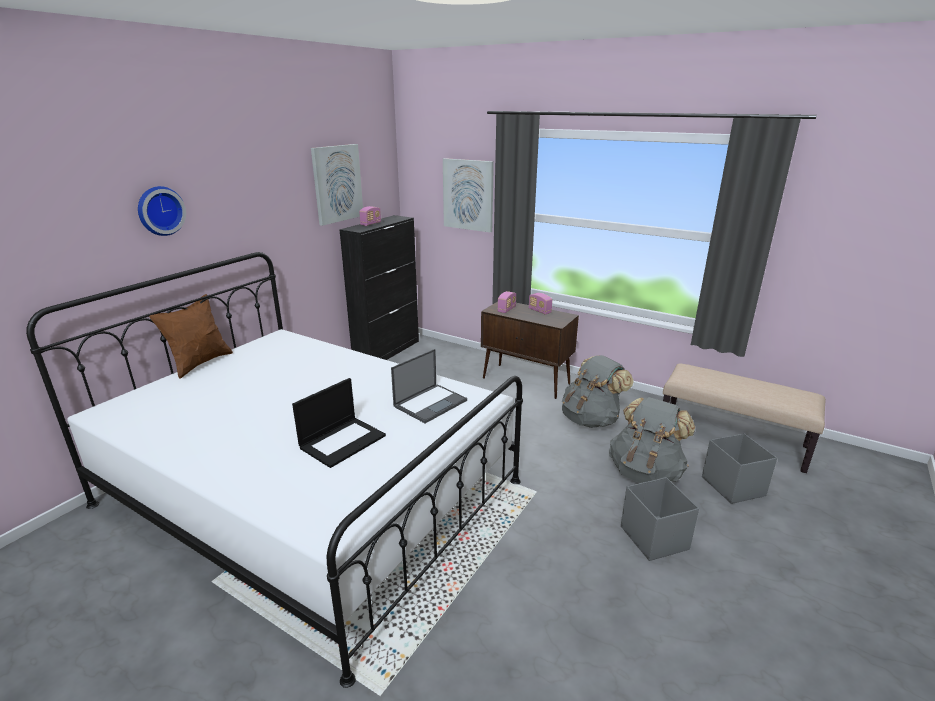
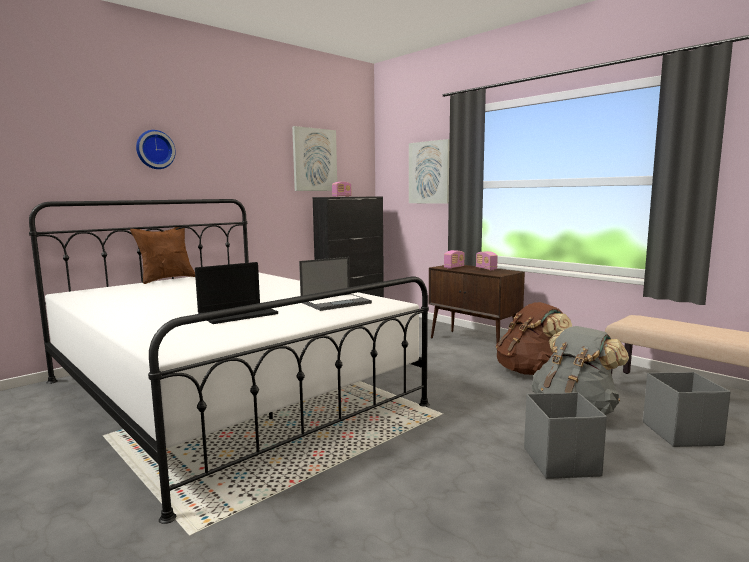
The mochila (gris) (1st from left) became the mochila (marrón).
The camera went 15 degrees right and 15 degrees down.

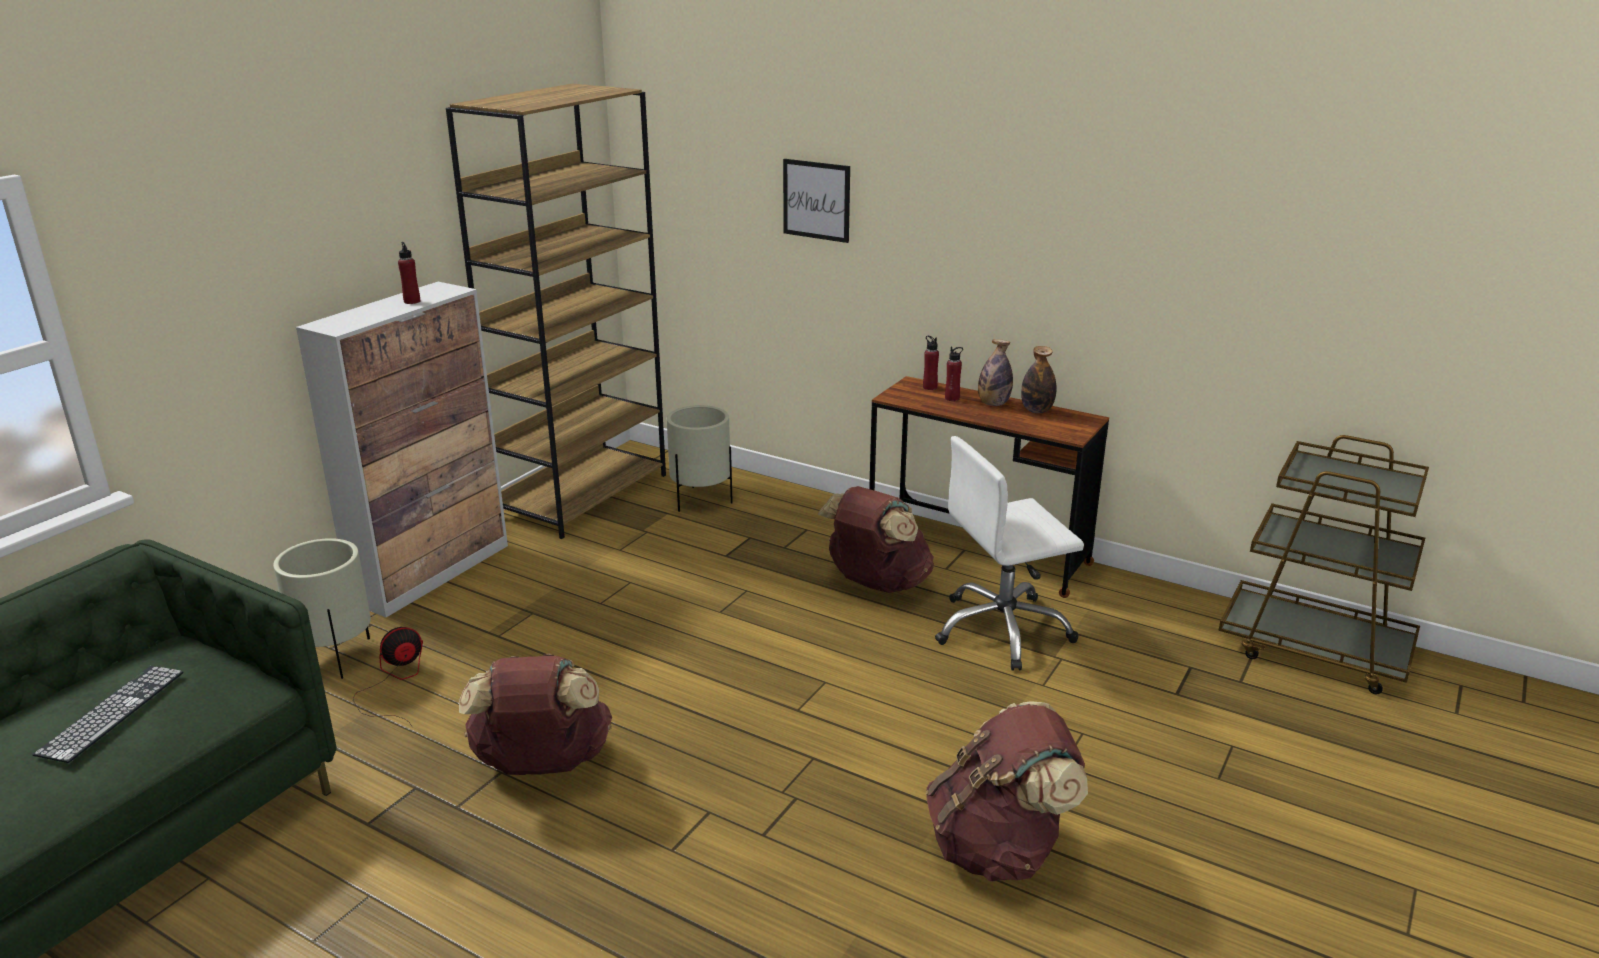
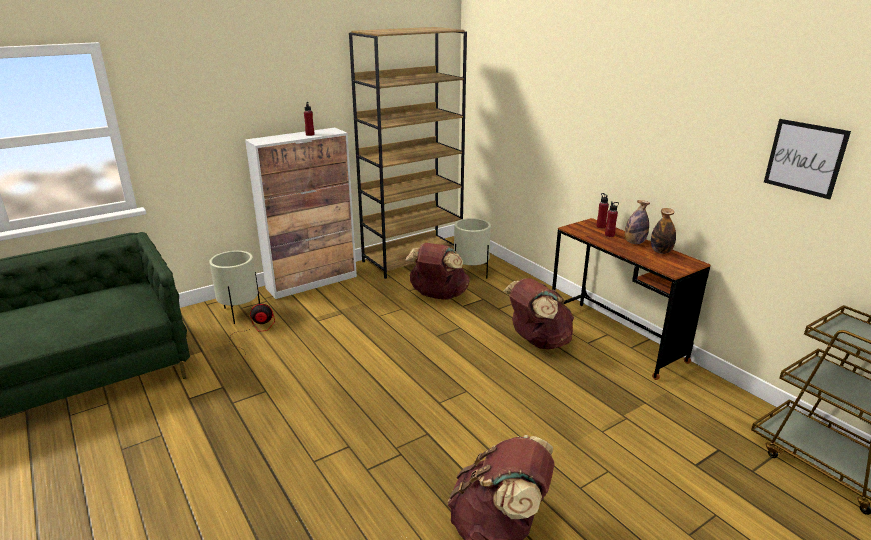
The teclado disappeared.
The mochila (marrón) (1st from left) moved.
The cuadro moved.
The silla de oficina (blanco) disappeared.
The camera went 25 degrees right and 0 degrees up.

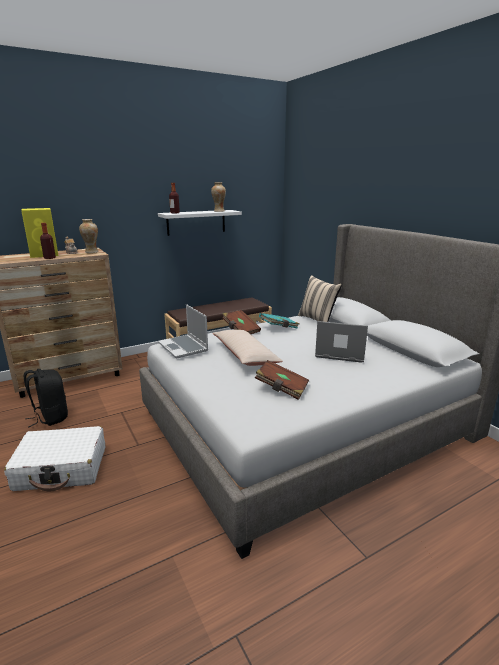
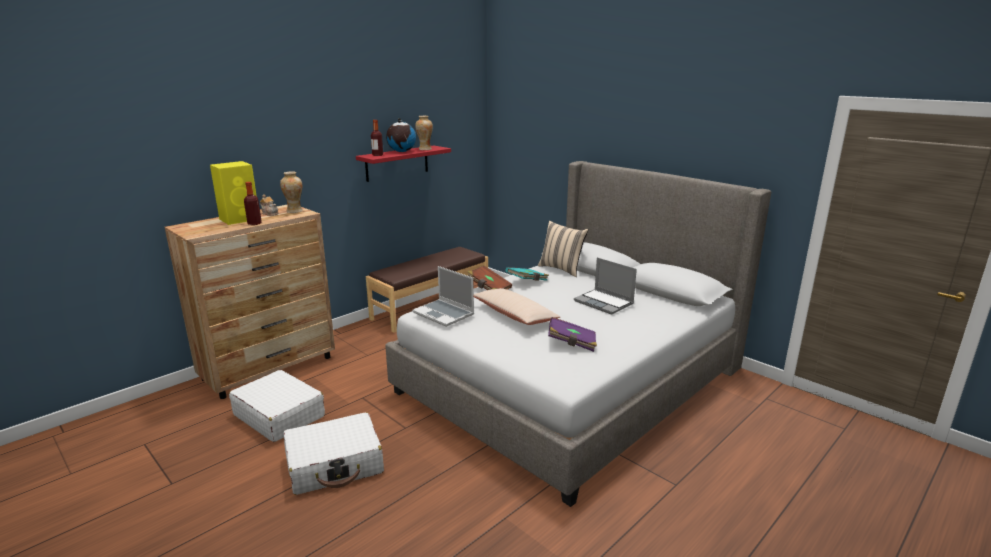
The mochila (negro) was replaced by the maleta (blanco) (1st from left).
The estante (blanco) became the estante (rojo).
The libro (marrón) (2nd from left) became the libro (morado).
The portátil (2nd from left) turned 135 degrees counterclockwise.
The globo terráqueo appeared.
The camera went 15 degrees left and 0 degrees up.

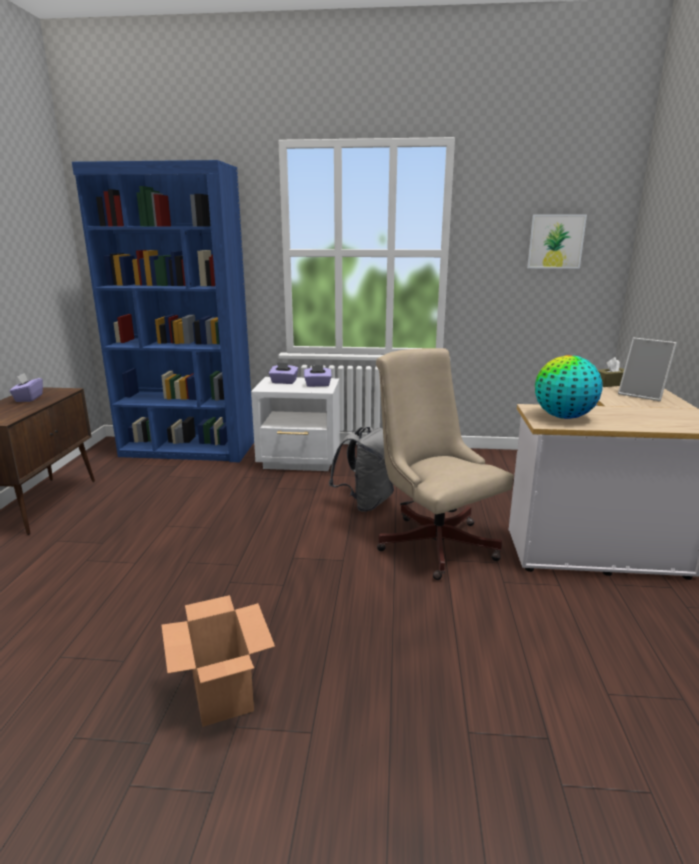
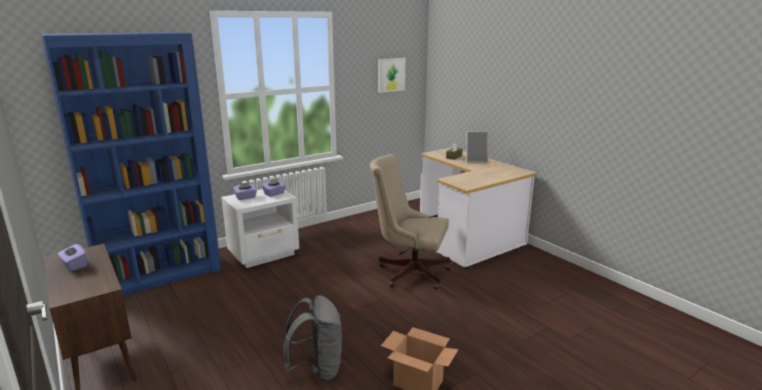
The mochila (gris) moved.
The globo terráqueo disappeared.
The camera went 40 degrees left and 0 degrees up.

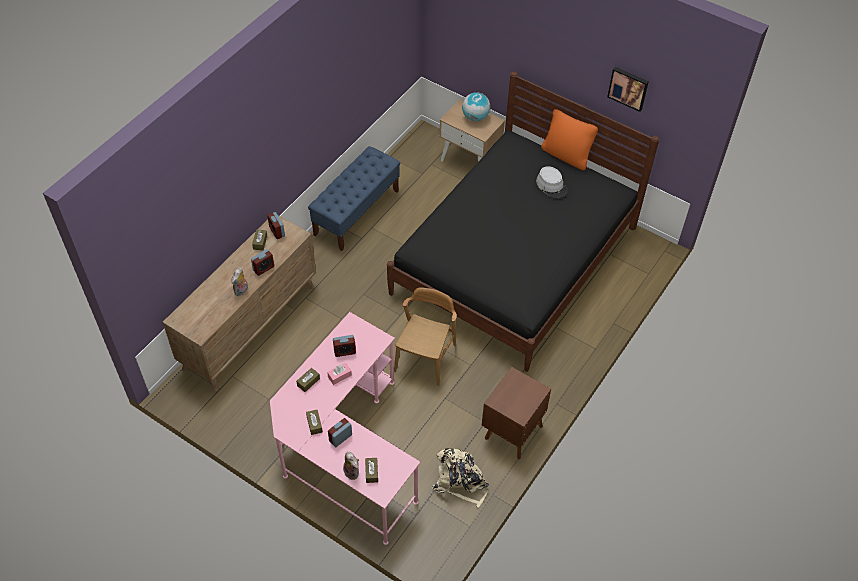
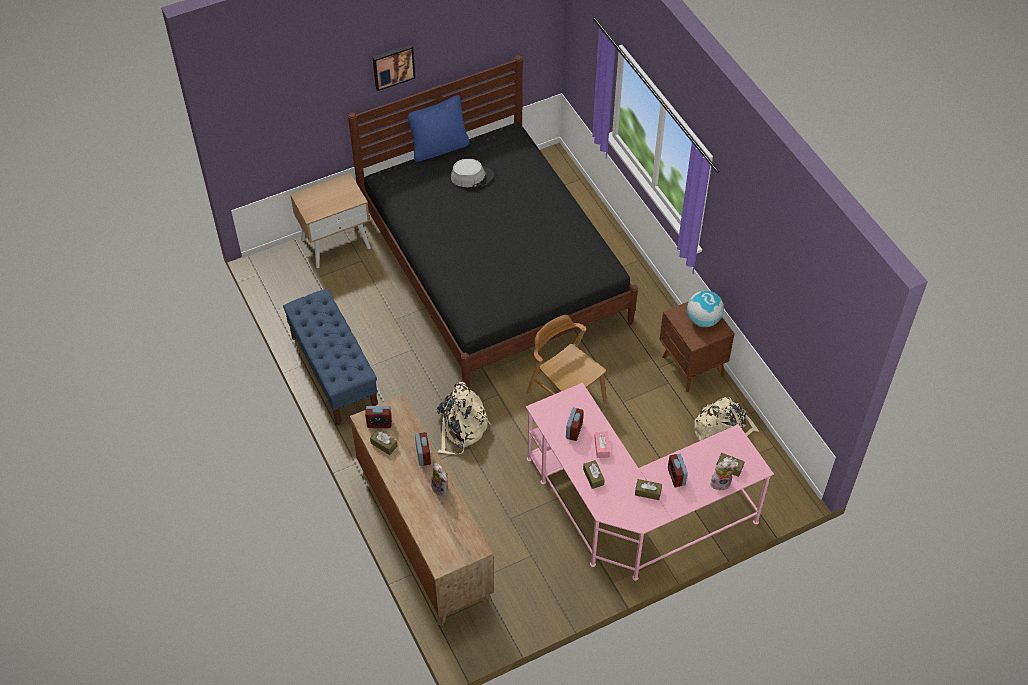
The globo terráqueo moved.
The cojín (naranja) became the cojín (azul).
The cuadro moved.
The mochila (beis) (1st from left) appeared.
The camera went 60 degrees left and 0 degrees up.

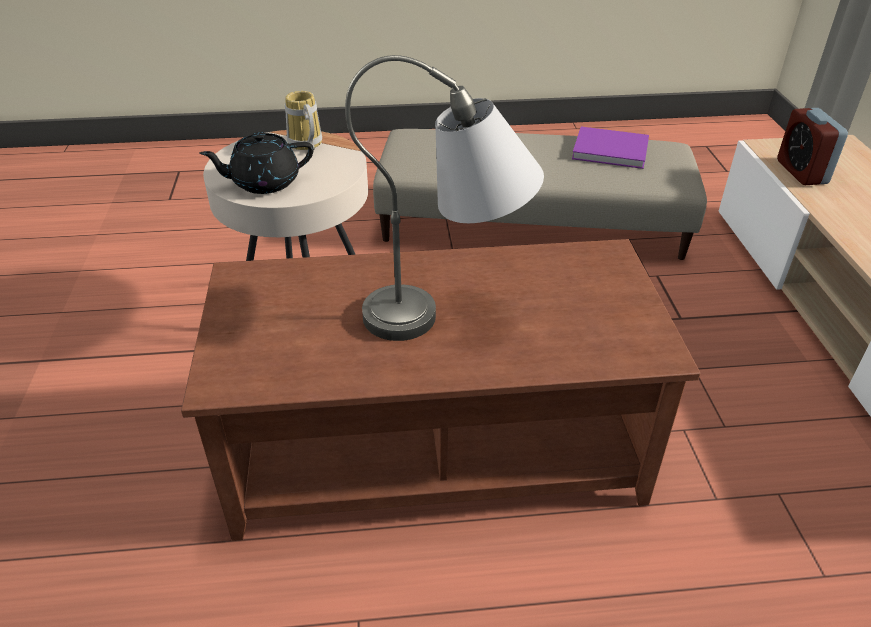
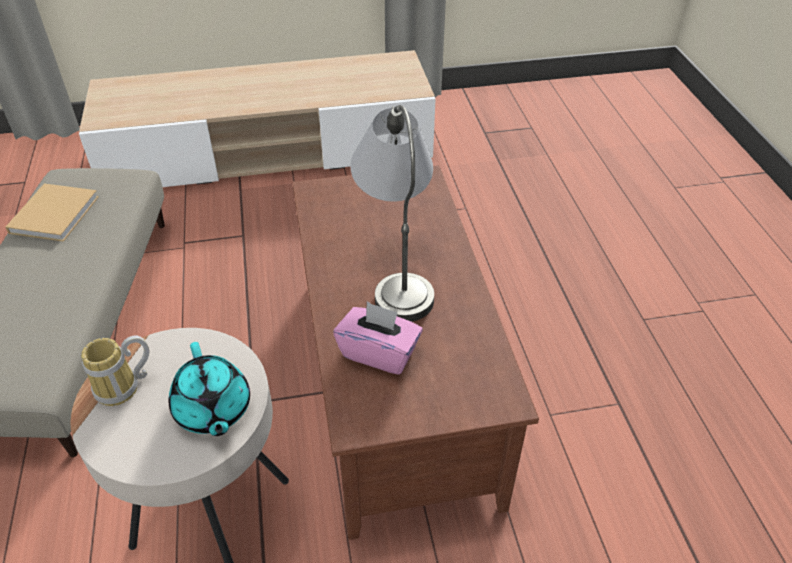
The tetera (negro) became the tetera (turquesa).
The libro (morado) became the libro (beis).
The despertador disappeared.
The caja de pañuelos (rosa) appeared.
The camera went 95 degrees left and 5 degrees up.

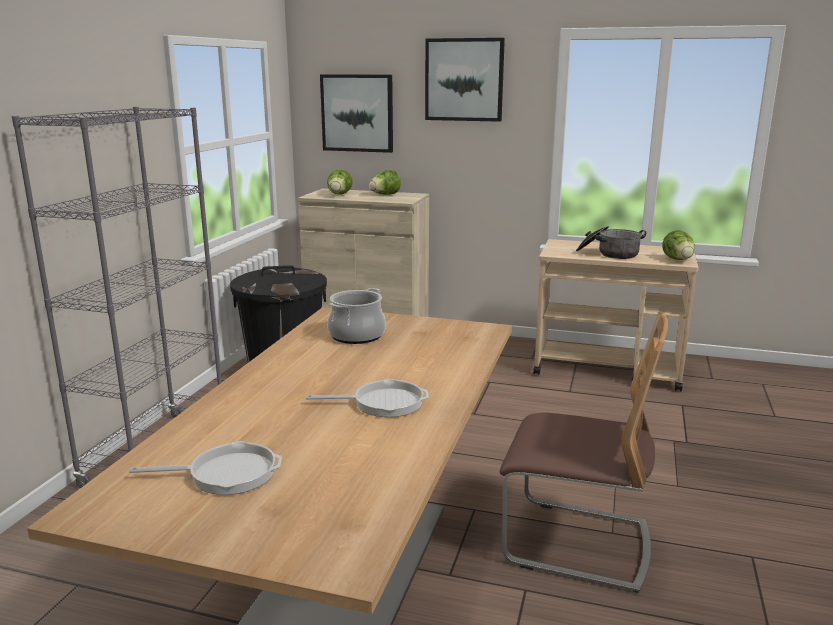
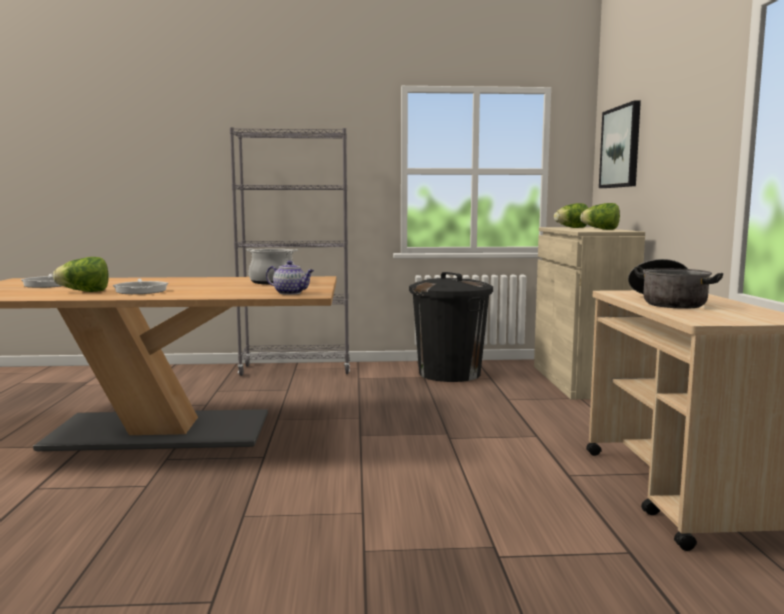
The cuadro (2nd from left) disappeared.
The silla disappeared.
The lechuga (3rd from left in the first image) moved.
The tetera appeared.
The camera went 70 degrees right and 10 degrees down.

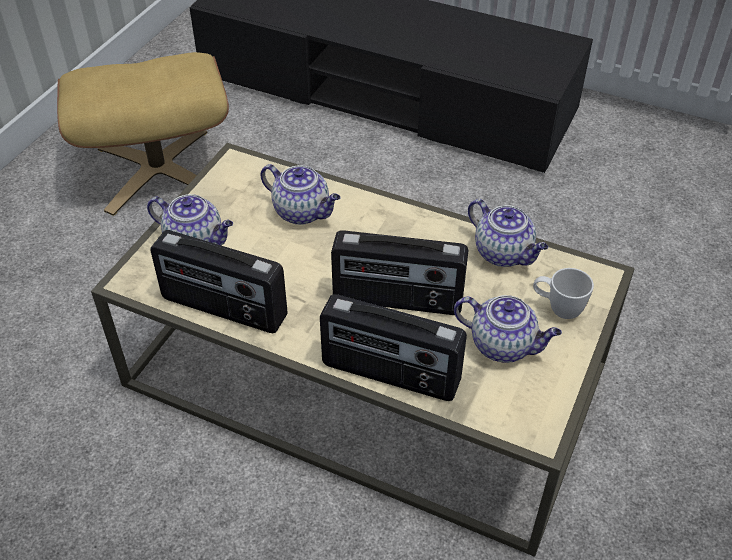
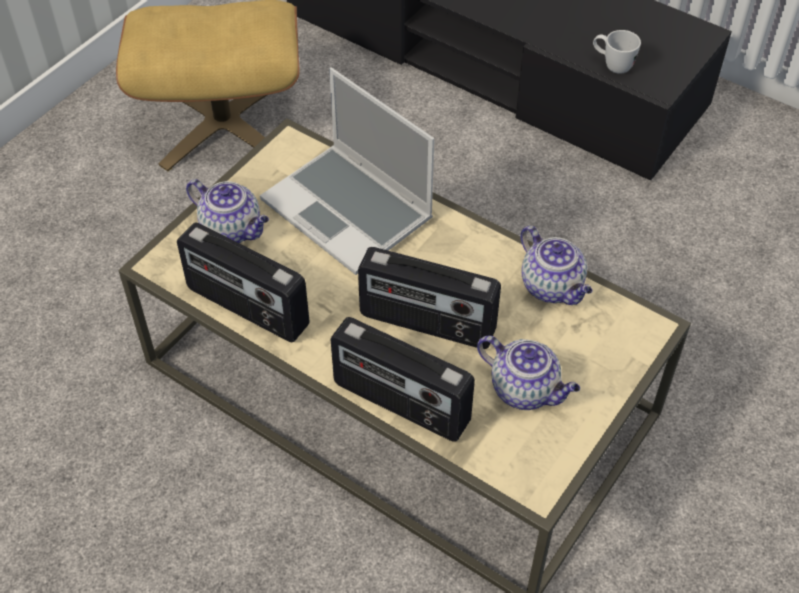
The tetera (2nd from left) was replaced by the portátil.
The taza grande (blanco) moved.
The camera went 10 degrees right and 5 degrees up.

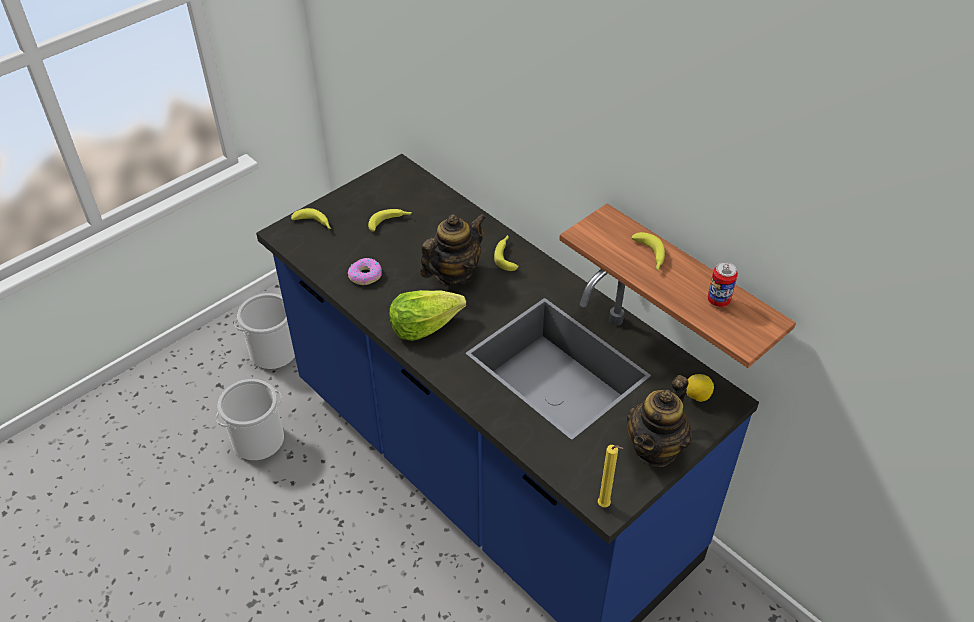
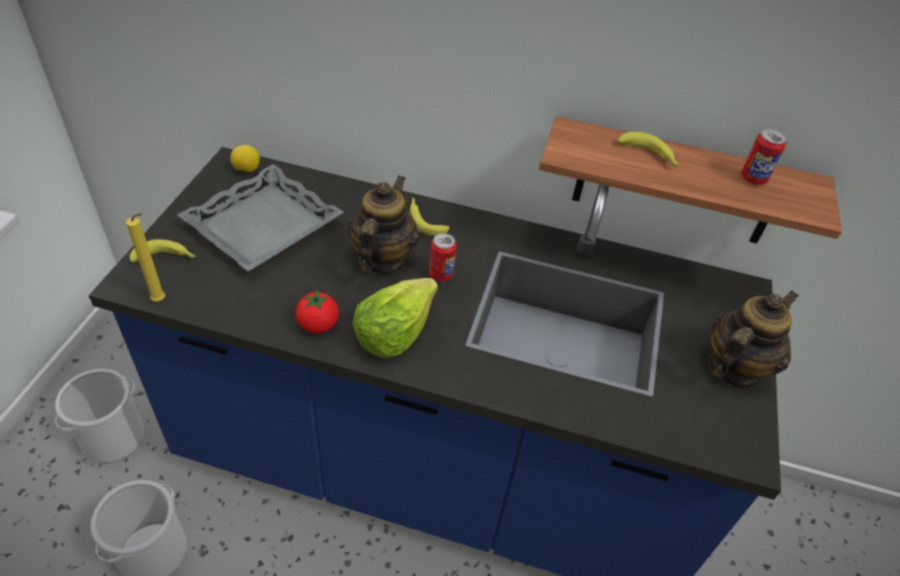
The rosquilla disappeared.
The plátano (2nd from left) was replaced by the bandeja (gris).
The vela (amarillo) moved.
The tetera (2nd from left) turned 135 degrees counterclockwise.
The limón moved.
The tomate appeared.
The lata (1st from left) appeared.
The camera went 35 degrees left and 0 degrees up.

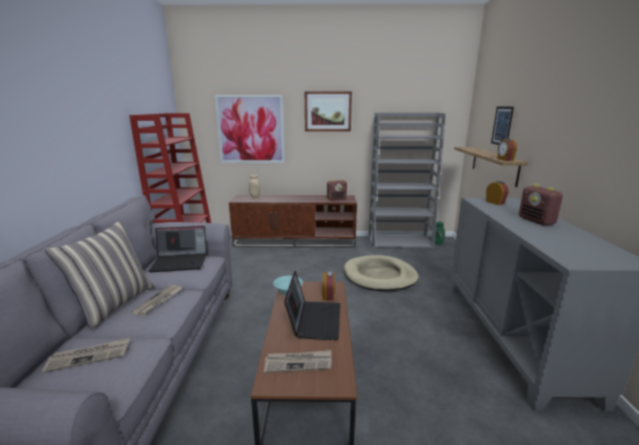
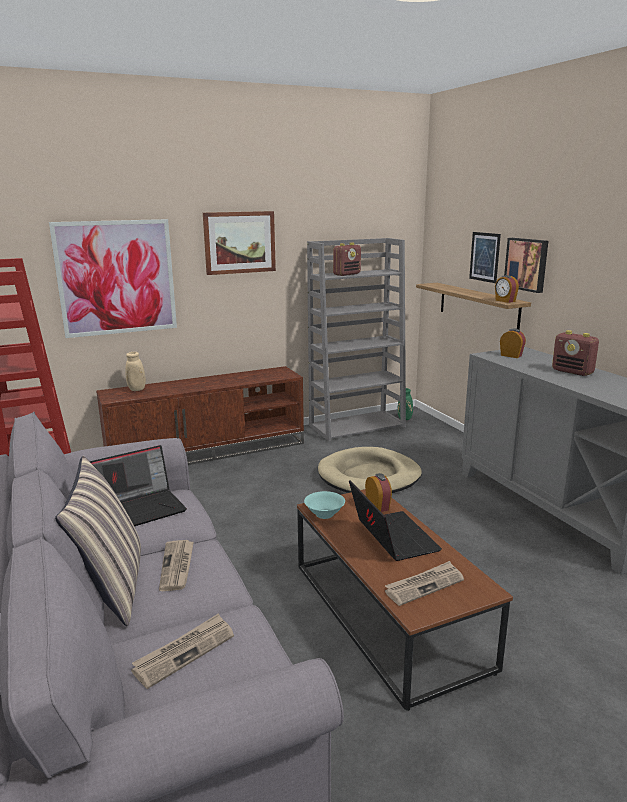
The radio (1st from left) moved.
The cuadro (4th from left) appeared.
The camera went 25 degrees left and 0 degrees up.

